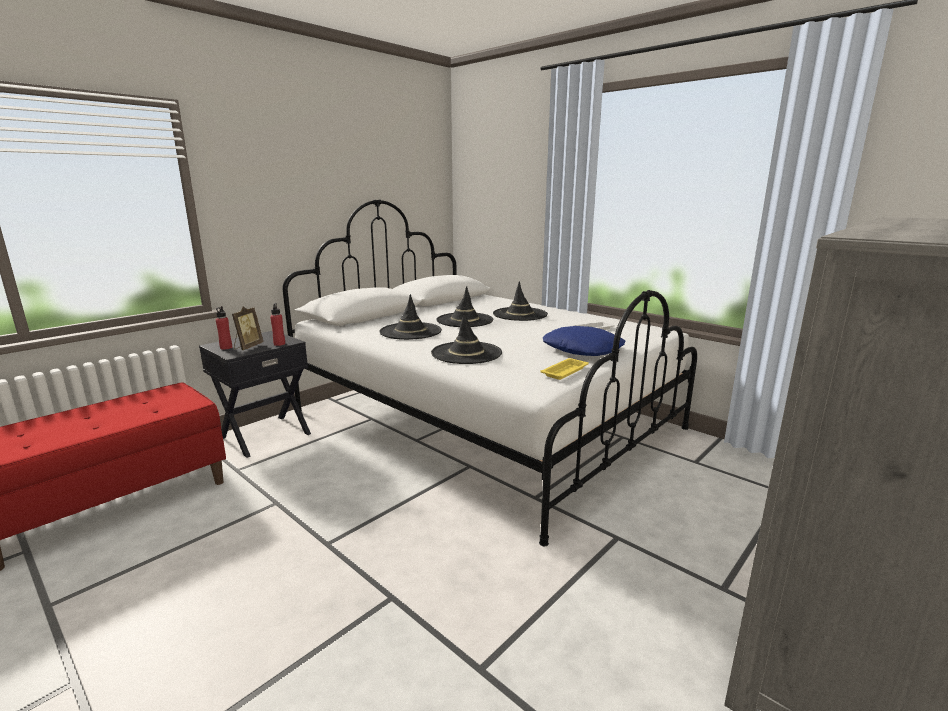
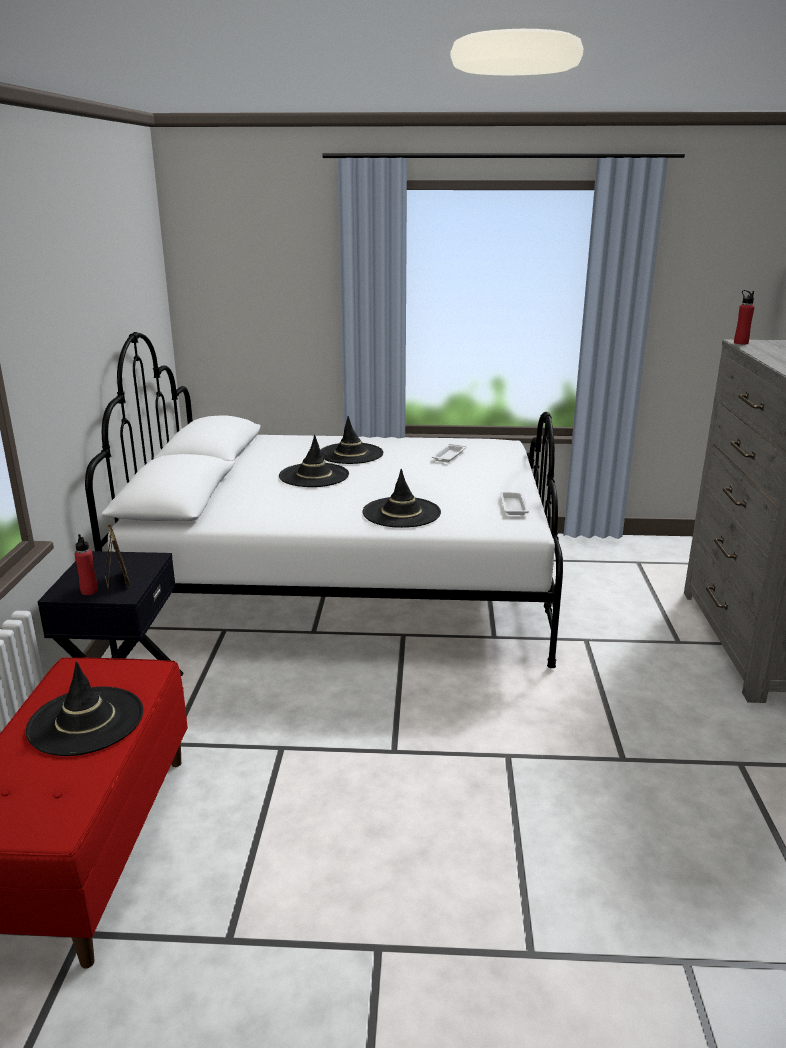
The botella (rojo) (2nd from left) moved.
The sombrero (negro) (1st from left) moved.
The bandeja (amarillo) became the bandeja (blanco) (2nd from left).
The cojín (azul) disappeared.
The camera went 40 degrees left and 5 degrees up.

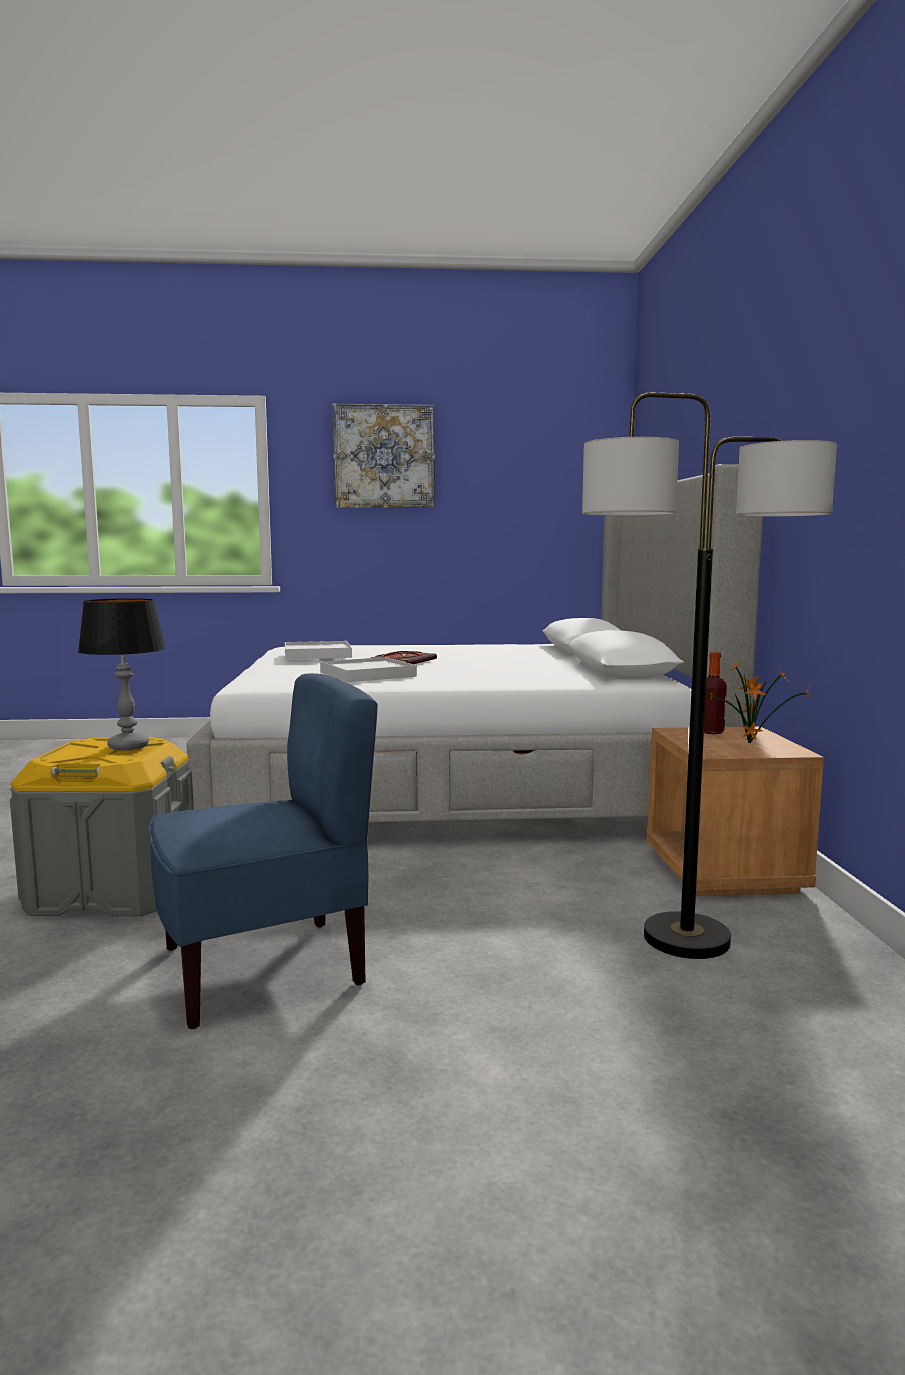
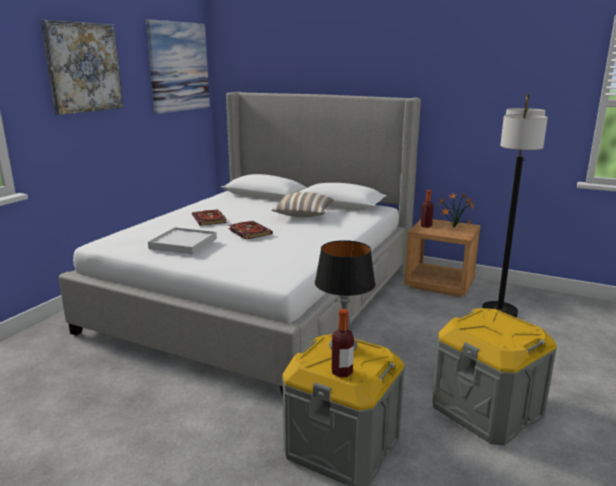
The silla (azul) was replaced by the caja de almacenaje (gris) (2nd from left).
The bandeja (blanco) (2nd from left) disappeared.
The cuadro (2nd from left) appeared.
The libro (1st from left) appeared.
The cojín appeared.
The botella (1st from left) appeared.
The camera went 60 degrees left and 10 degrees up.

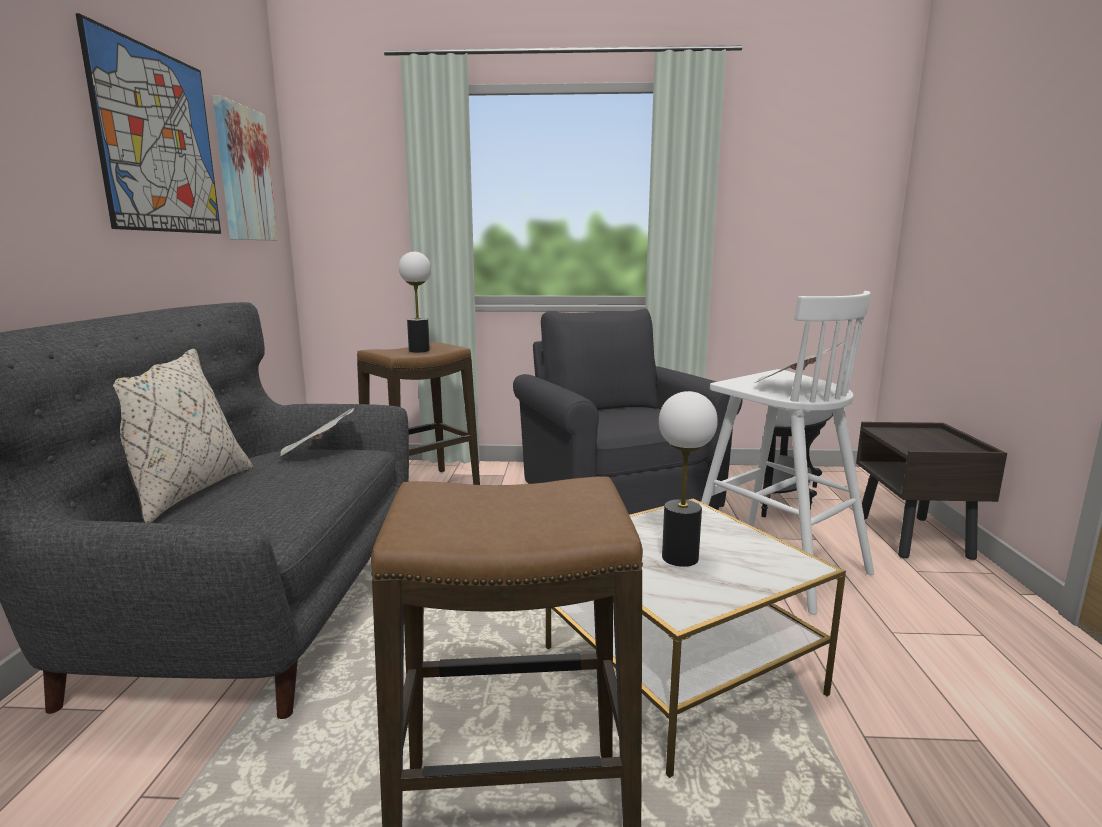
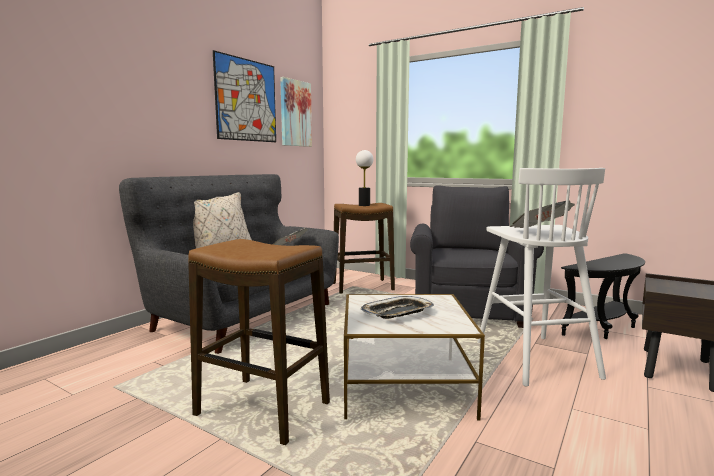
The lámpara de mesa (2nd from left) was replaced by the bandeja.
The camera went 30 degrees right and 5 degrees down.

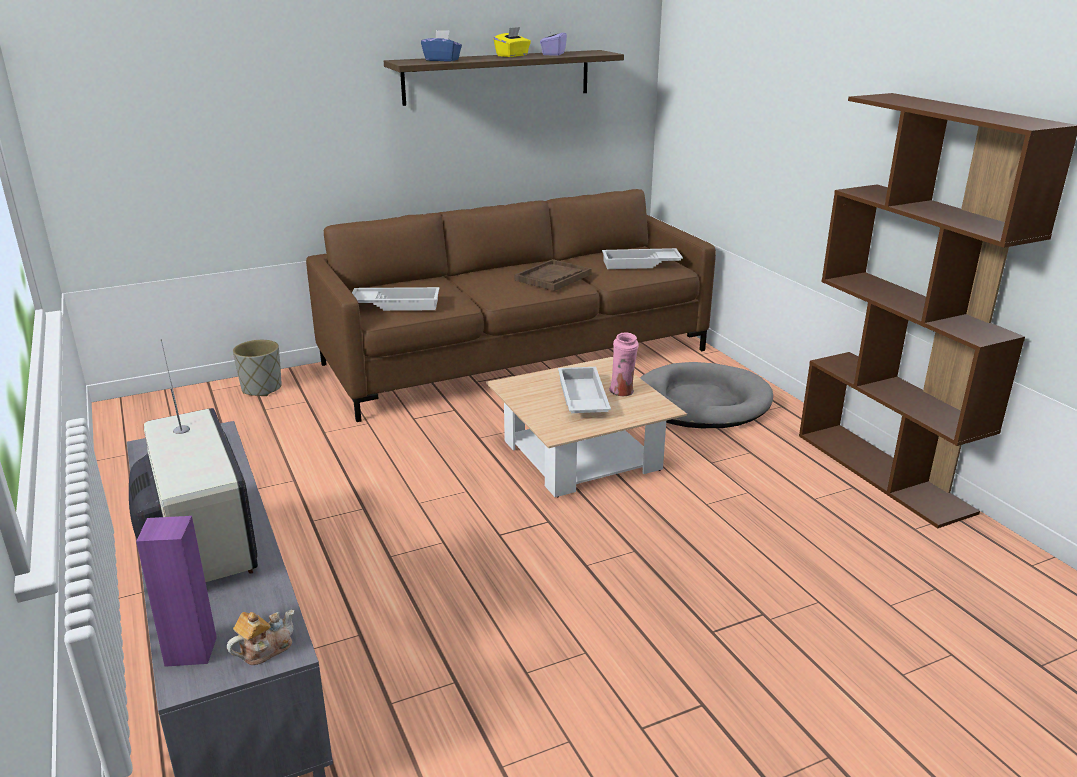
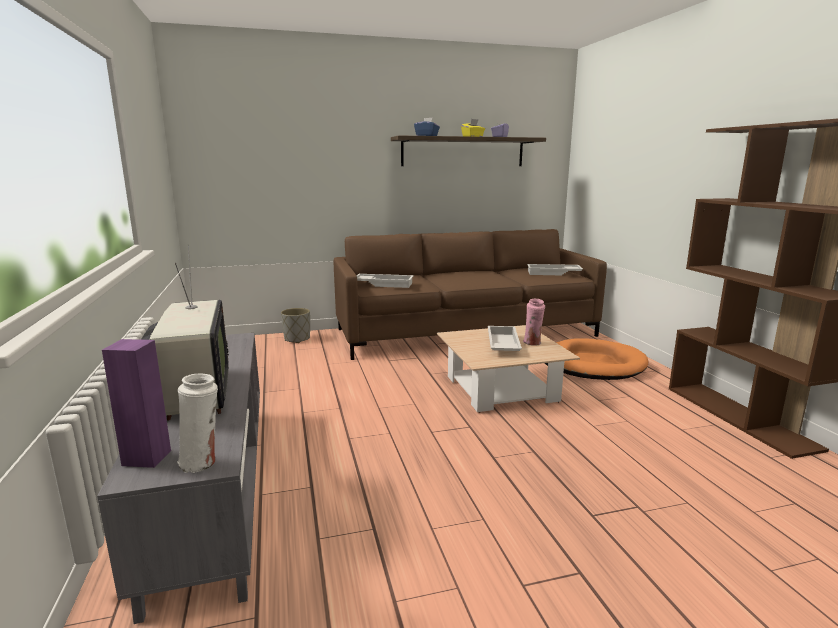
The tetera was replaced by the florero (blanco).
The bandeja (marrón) disappeared.
The cama para perro (gris) became the cama para perro (naranja).
The camera went 10 degrees right and 10 degrees down.

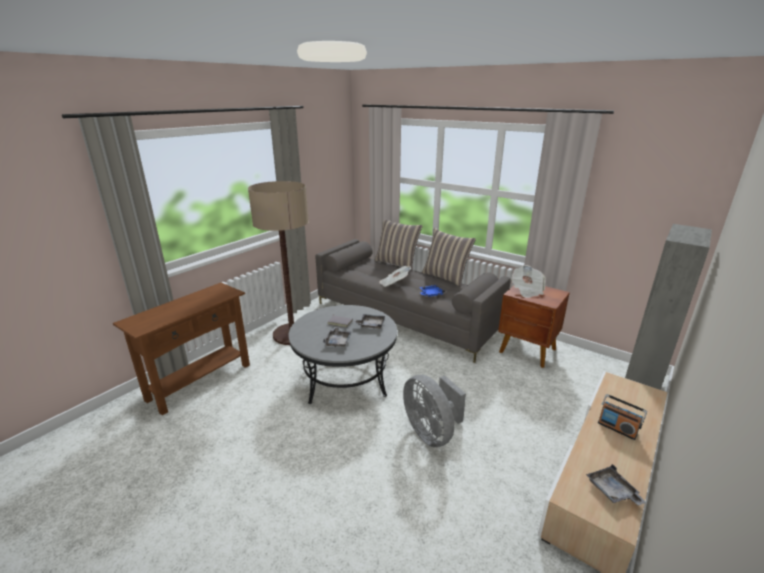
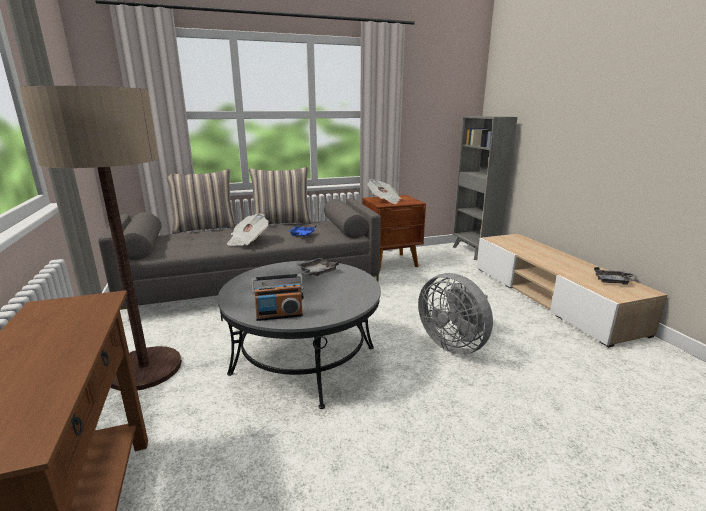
The bandeja (gris) (1st from left) disappeared.
The ventilador (gris) turned 45 degrees clockwise.
The radio moved.
The camera went 55 degrees left and 5 degrees down.

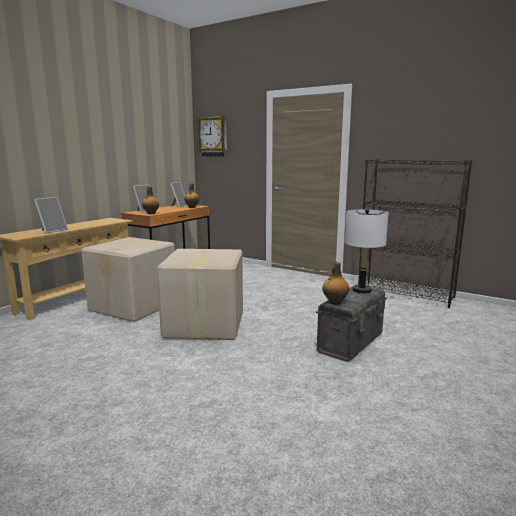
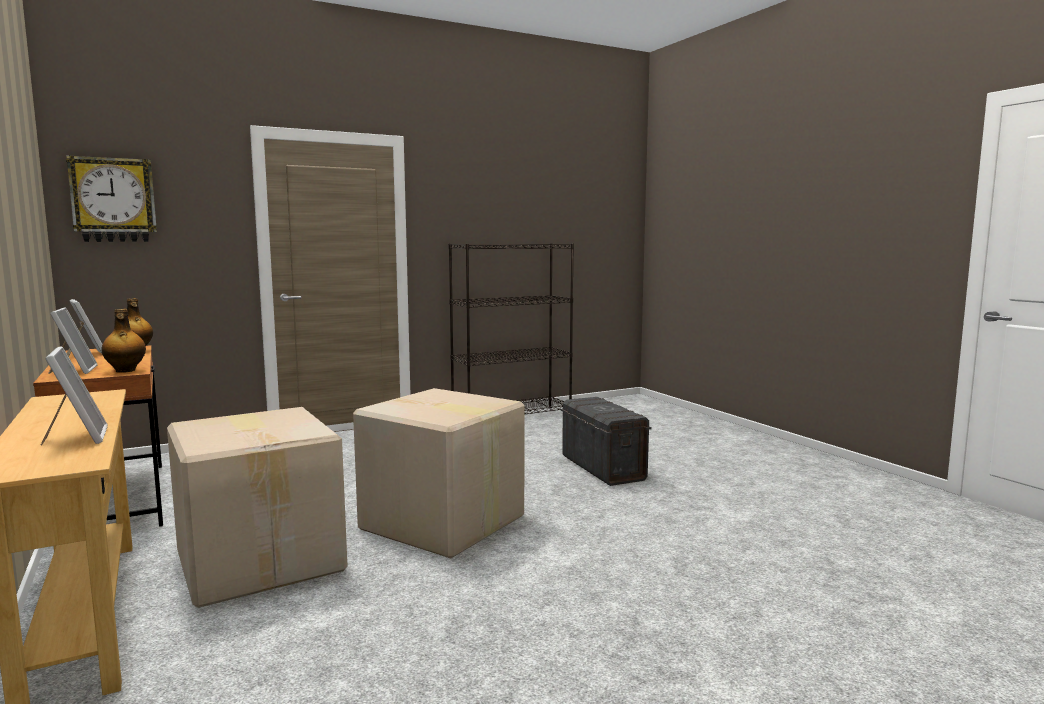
The botella (3rd from left) disappeared.
The lámpara de mesa (blanco) disappeared.
The camera went 60 degrees left and 5 degrees down.

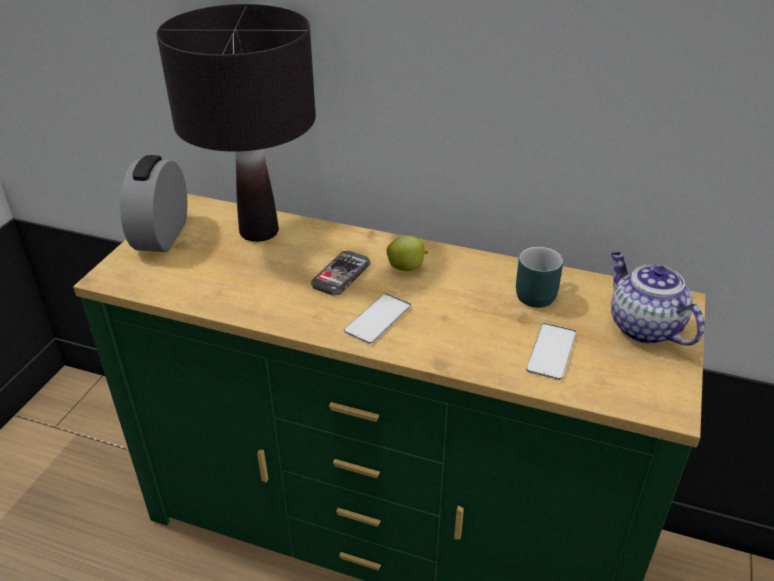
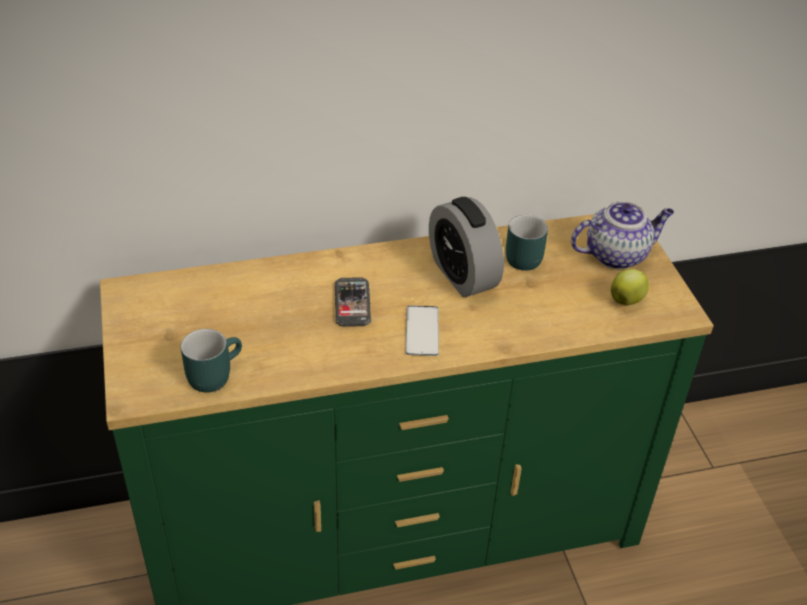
The despertador moved.
The lámpara de mesa (negro) disappeared.
The manzana moved.
The móvil (3rd from left) disappeared.
The tetera turned 135 degrees clockwise.
The taza grande (turquesa) (1st from left) appeared.
The camera went 35 degrees left and 5 degrees up.

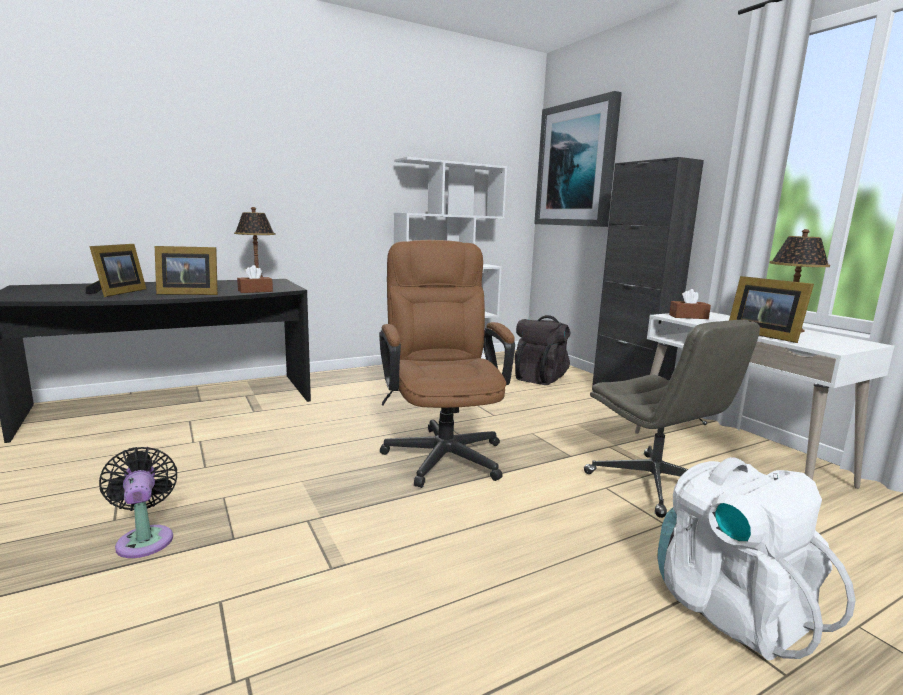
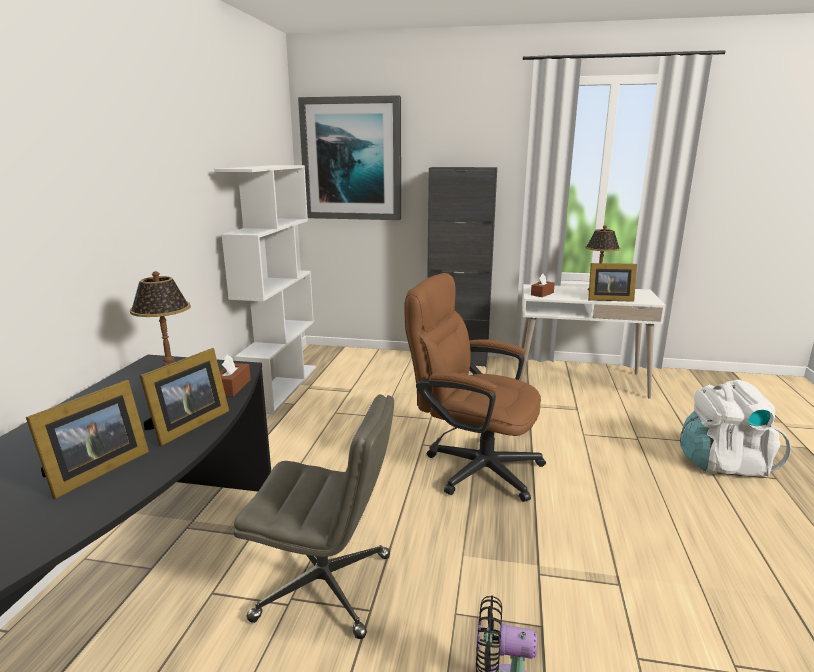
The portarretratos (1st from left) turned 75 degrees clockwise.
The mochila (negro) disappeared.
The silla de oficina (gris) moved.
The camera went 50 degrees left and 5 degrees up.

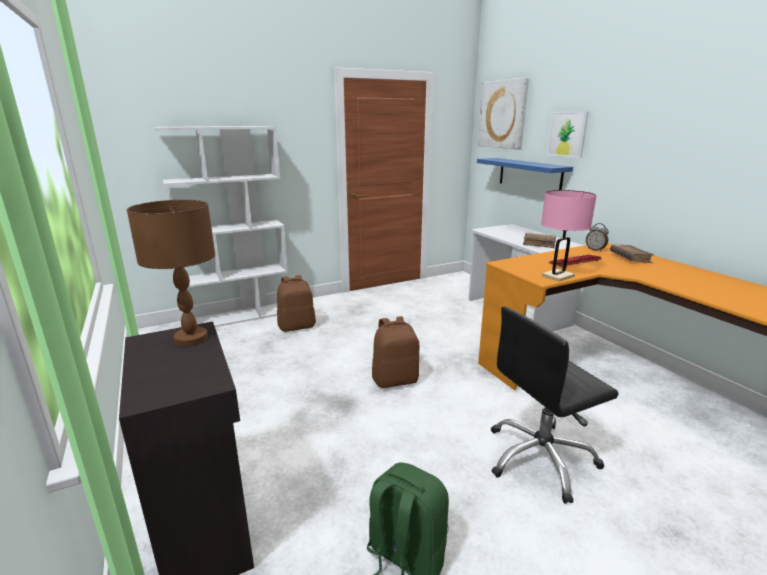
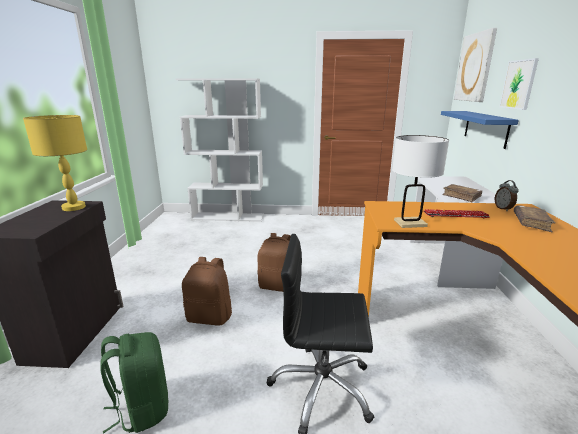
The lámpara de mesa (marrón) became the lámpara de mesa (amarillo).
The mochila (marrón) (1st from left) moved.
The lámpara de mesa (rosa) became the lámpara de mesa (blanco).
The camera went 30 degrees right and 0 degrees up.

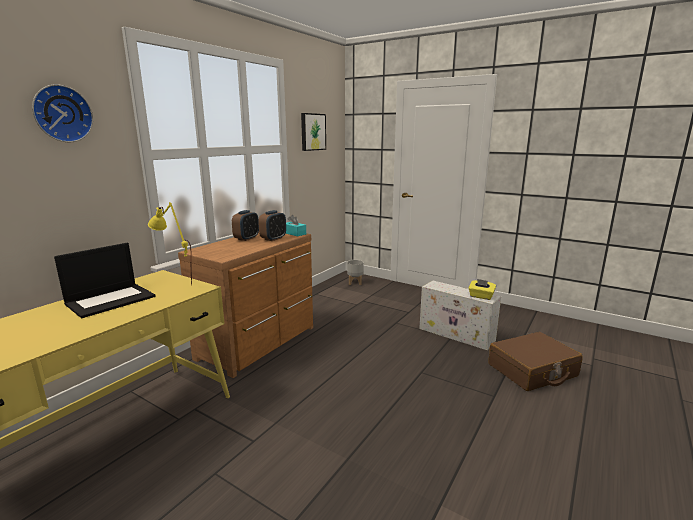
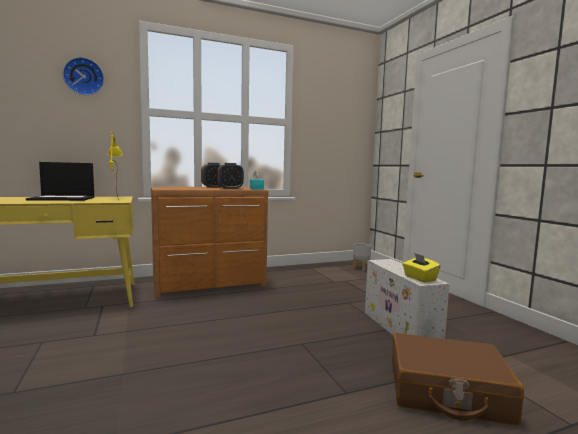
The cuadro disappeared.
The camera went 35 degrees right and 10 degrees down.

